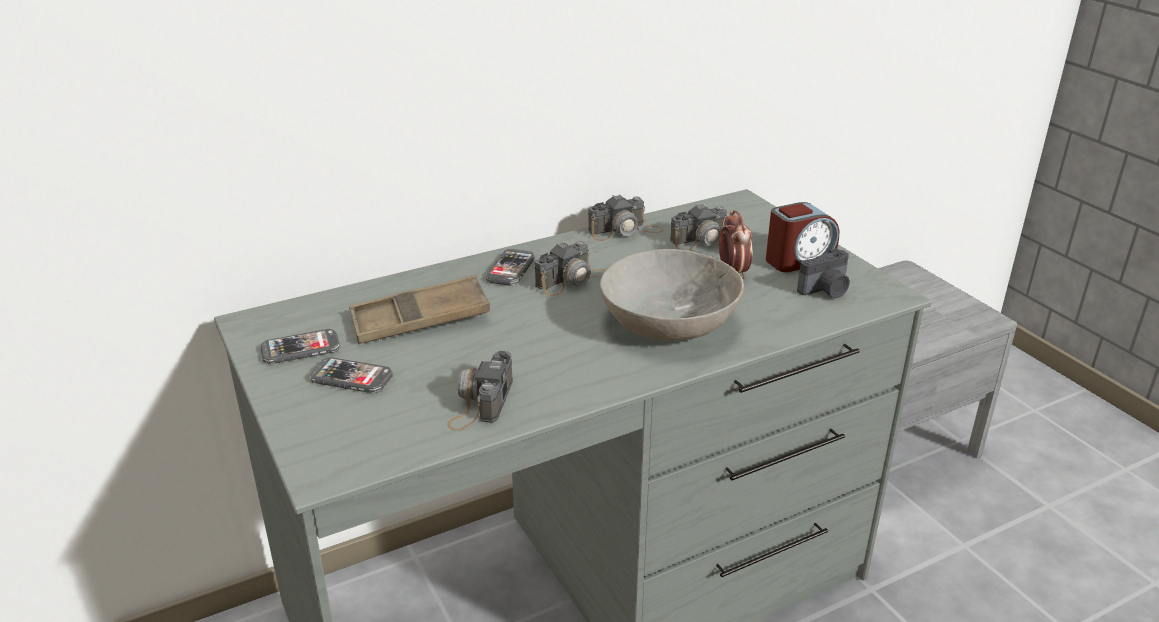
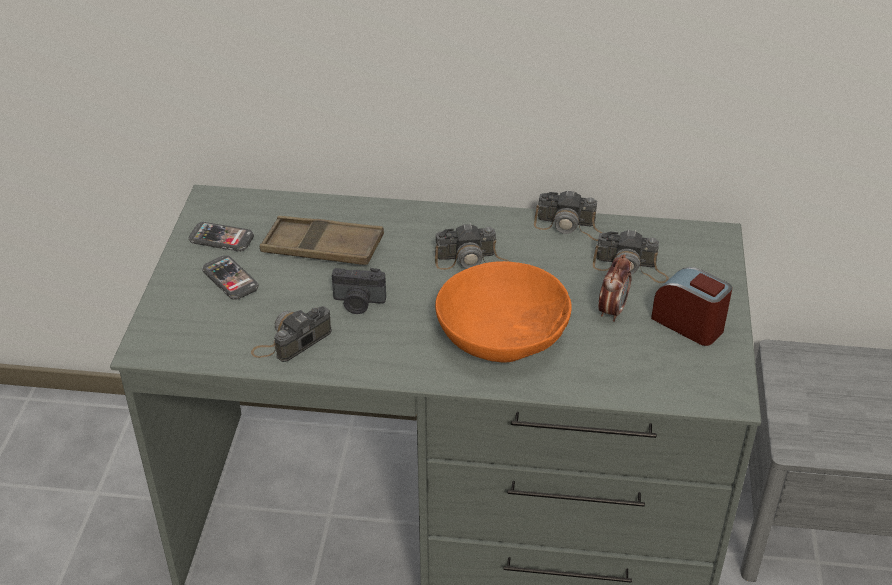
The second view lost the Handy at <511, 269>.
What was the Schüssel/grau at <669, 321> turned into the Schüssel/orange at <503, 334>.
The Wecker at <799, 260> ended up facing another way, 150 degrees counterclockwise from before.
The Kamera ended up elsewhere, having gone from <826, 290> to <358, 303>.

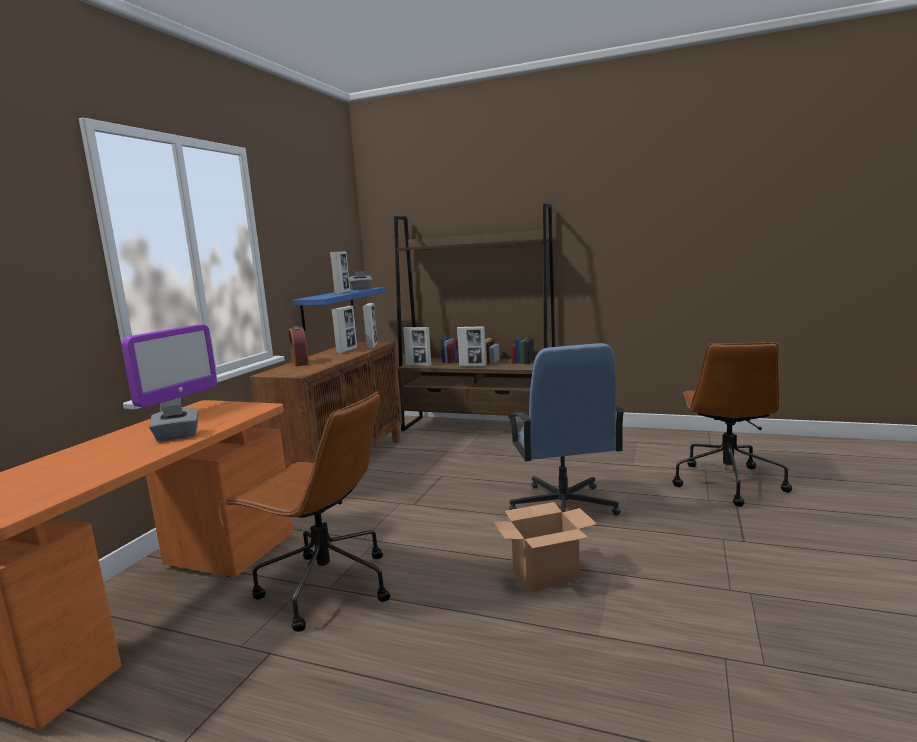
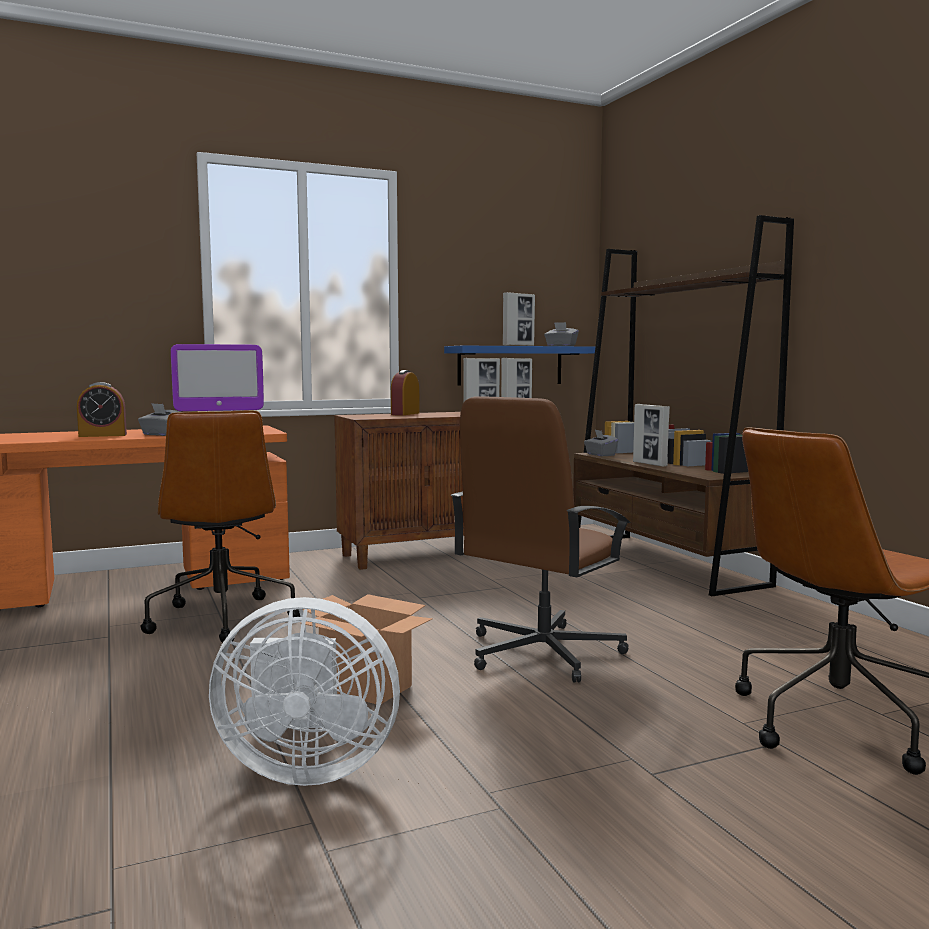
Where the Bilderrahmen stood at <418, 365>, the Taschentuchbox/grau came to stand at <600, 455>.
What was the Bürostuhl/blau at <563, 507> turned into the Bürostuhl/braun at <541, 653>.
The second view gained the Wecker at <103, 435>.
The second view gained the Ventilator/weiß at <305, 767>.

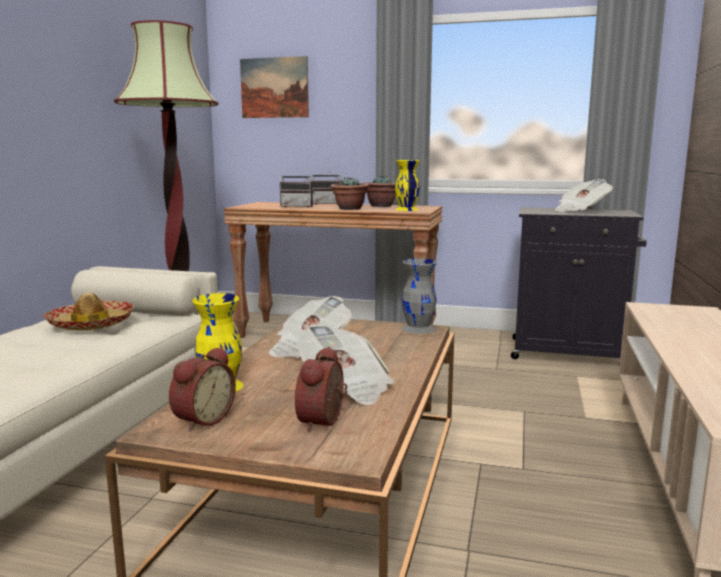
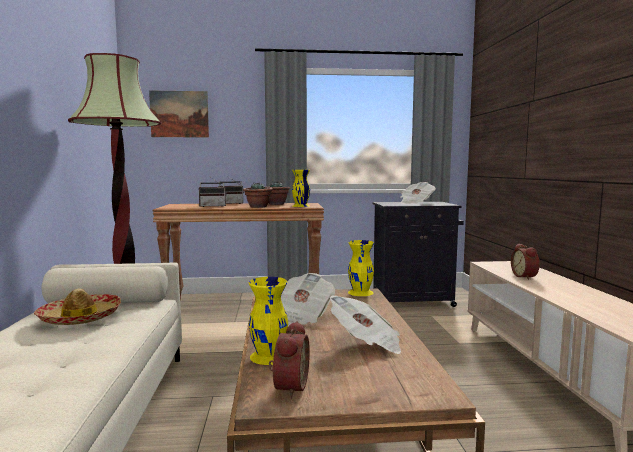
The Wecker ended up elsewhere, having gone from <324, 422> to <525, 276>.
What was the Vase/grau at <418, 328> turned into the Vase/gelb at <361, 292>.

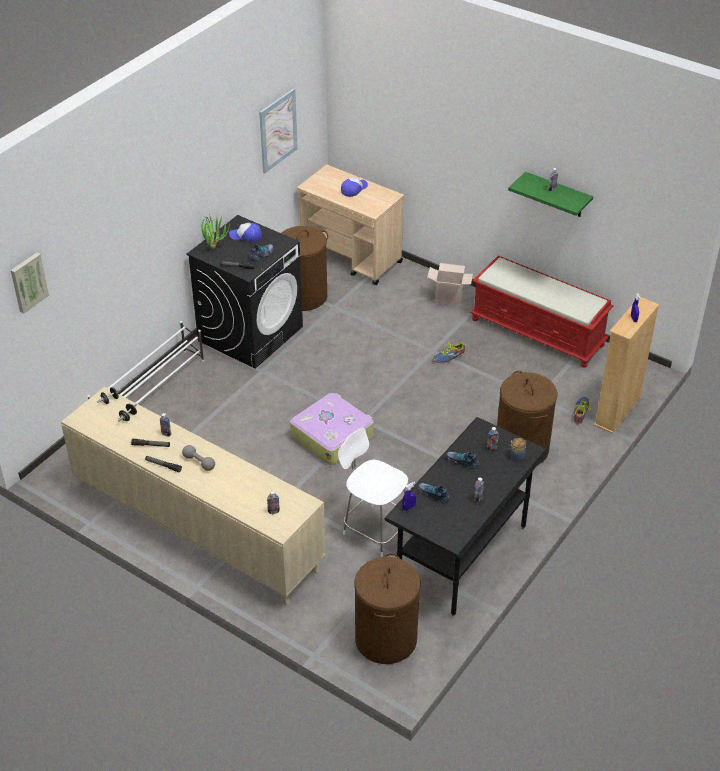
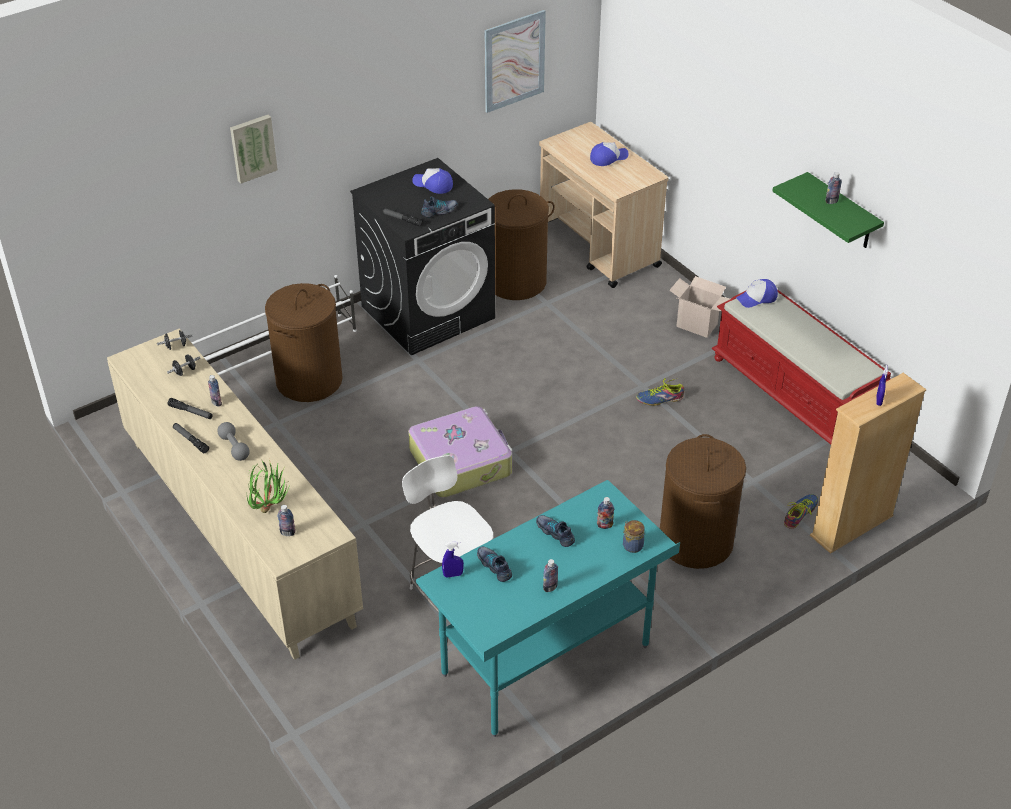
The Bild ended up elsewhere, having gone from <28, 282> to <252, 147>.
The Topfpflanze ended up elsewhere, having gone from <215, 245> to <271, 507>.
The Wäschekorb/braun ended up elsewhere, having gone from <386, 639> to <309, 381>.
What was the Schreibtisch/schwarz at <462, 556> turned into the Schreibtisch/türkis at <546, 661>.
The second view gained the Kappe at <757, 298>.

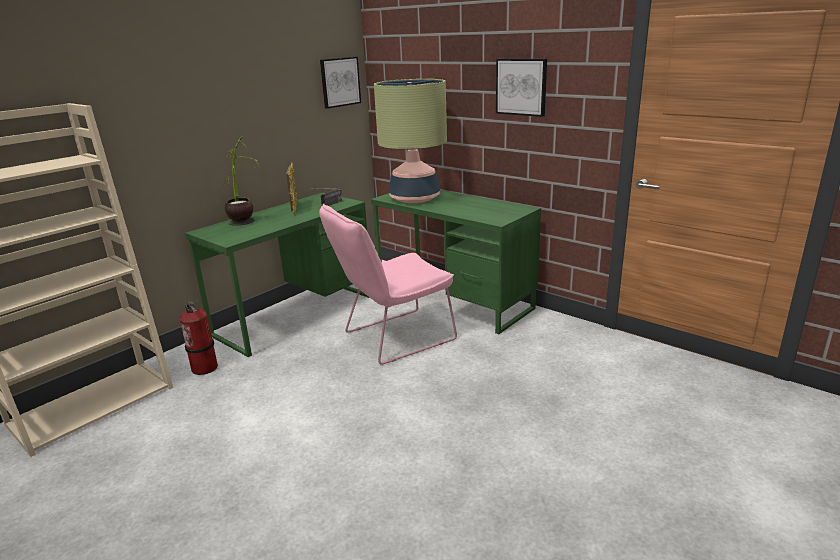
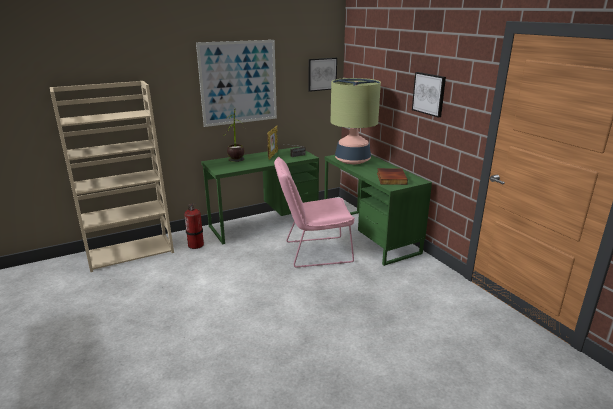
The second view gained the Bild at <239, 83>.
The second view gained the Buch at <390, 178>.

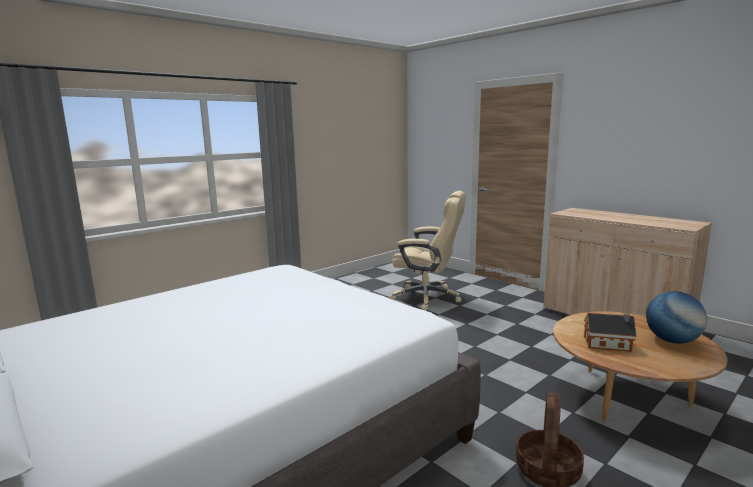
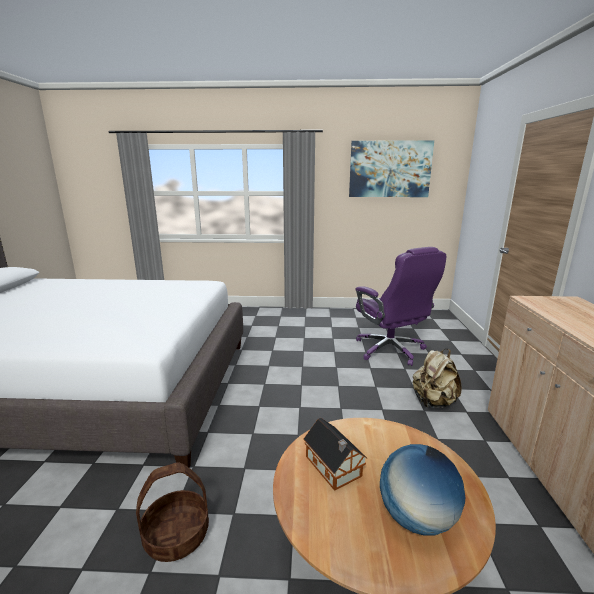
What was the Bürostuhl/beige at <427, 297> turned into the Bürostuhl/lila at <391, 350>.
The second view gained the Bild at <390, 169>.
The second view gained the Rucksack/beige at <433, 402>.

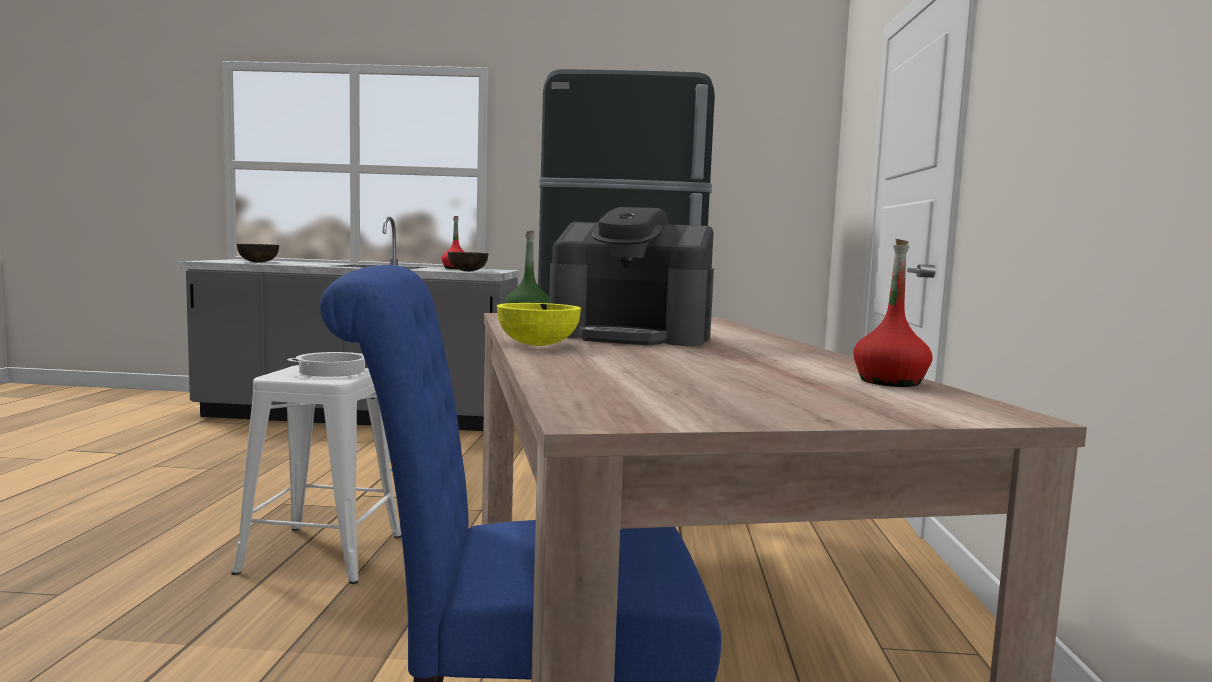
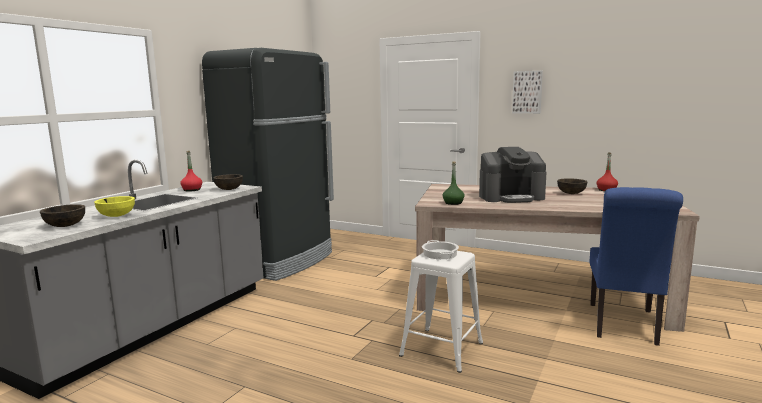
The Schüssel/gelb ended up elsewhere, having gone from <538, 344> to <117, 215>.
The Kaffeemaschine at <632, 336> ended up facing another way, 45 degrees clockwise from before.
The second view gained the Bild at <527, 92>.
The second view gained the Schüssel/braun at <571, 193>.

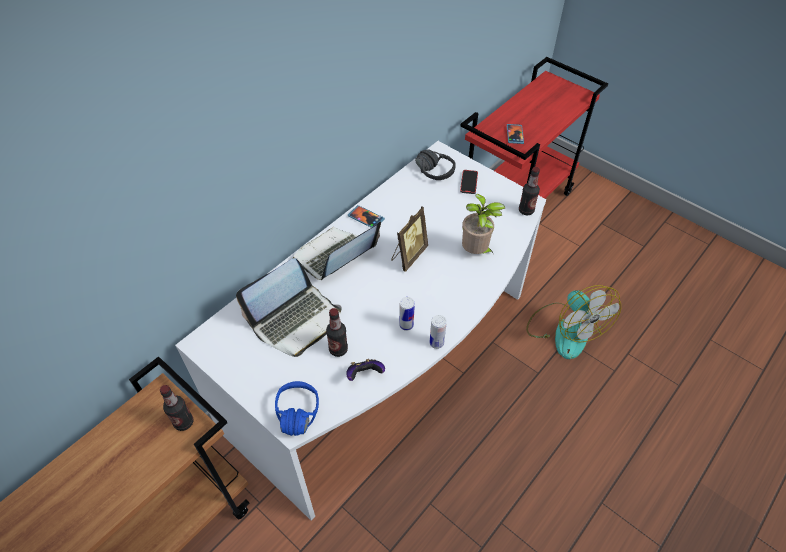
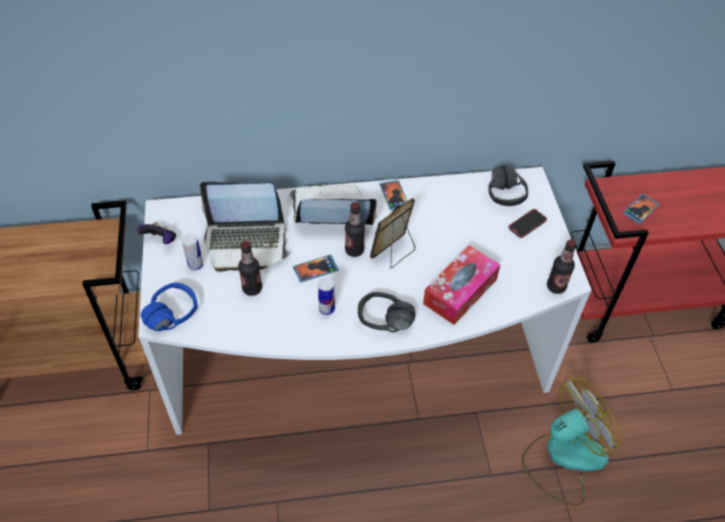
The Flasche ended up elsewhere, having gone from <184, 422> to <354, 250>.
The Gamepad ended up elsewhere, having gone from <364, 375> to <161, 241>.
The Bilderrahmen at <408, 256> ended up facing another way, 150 degrees clockwise from before.
The Dose ended up elsewhere, having gone from <436, 343> to <195, 265>.
Where the Topfpflanze stood at <476, 252>, the Taschentuchbox came to stand at <460, 291>.
The Ventilator at <565, 330> ended up facing another way, 135 degrees counterclockwise from before.
The second view gained the Handy at <315, 269>.
The second view gained the Kopfhörer/schwarz at <383, 326>.

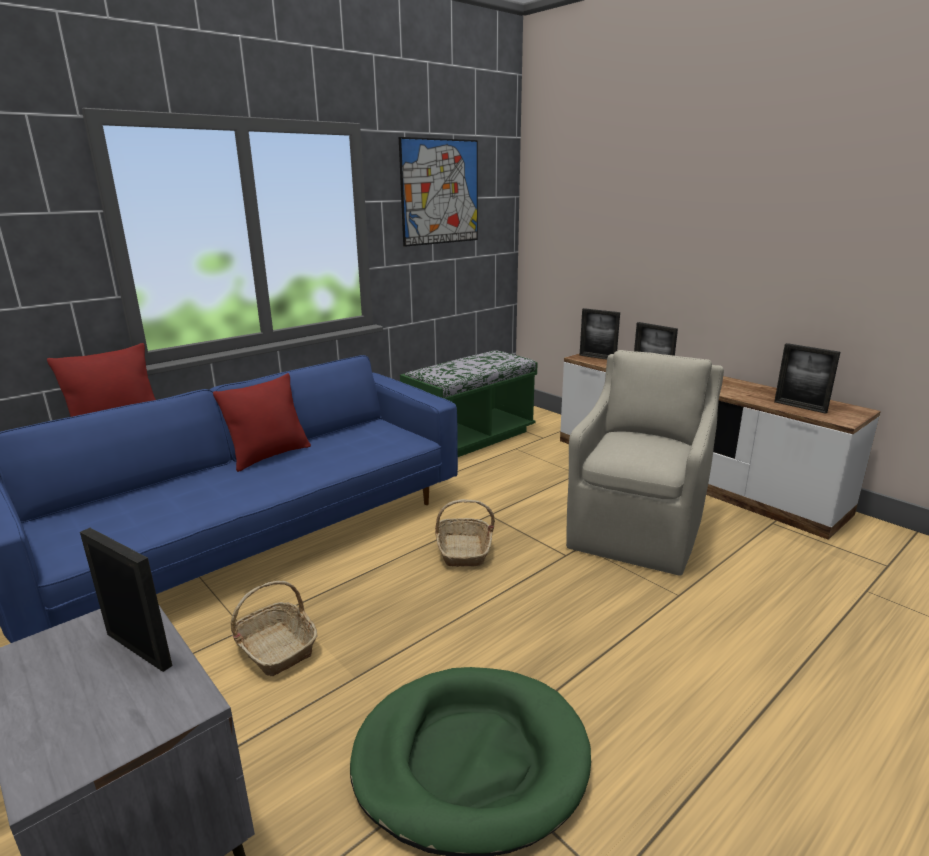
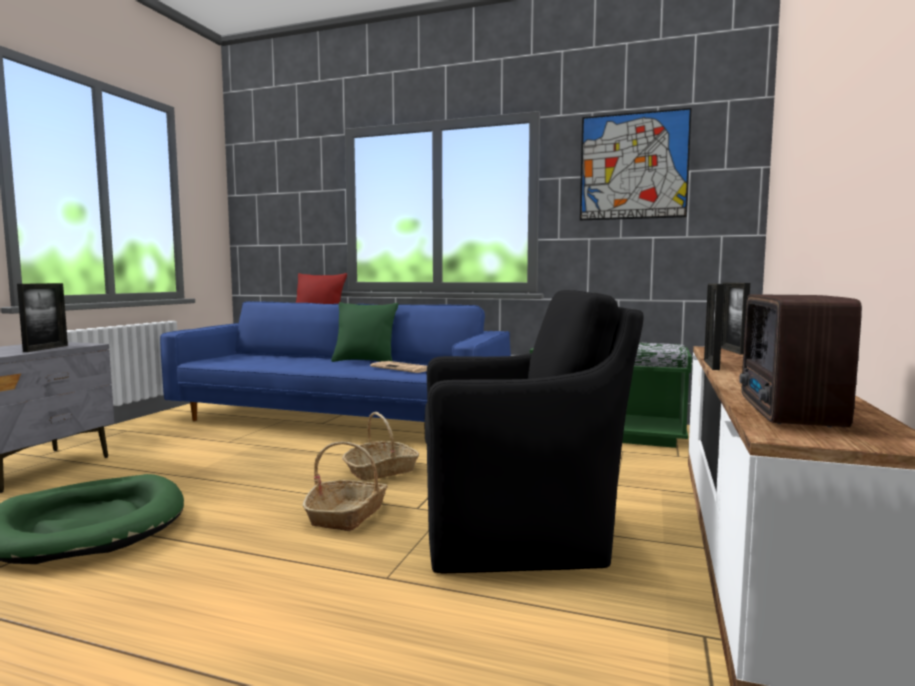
What was the Kissen/rot at <269, 455> turned into the Kissen/grün at <364, 361>.
The Korb ended up elsewhere, having gone from <275, 648> to <347, 514>.
What was the Sessel/beige at <636, 531> turned into the Sessel/schwarz at <518, 534>.
Where the Bilderrahmen stood at <800, 407>, the Radio came to stand at <787, 414>.
The second view gained the Zeitung at <403, 368>.

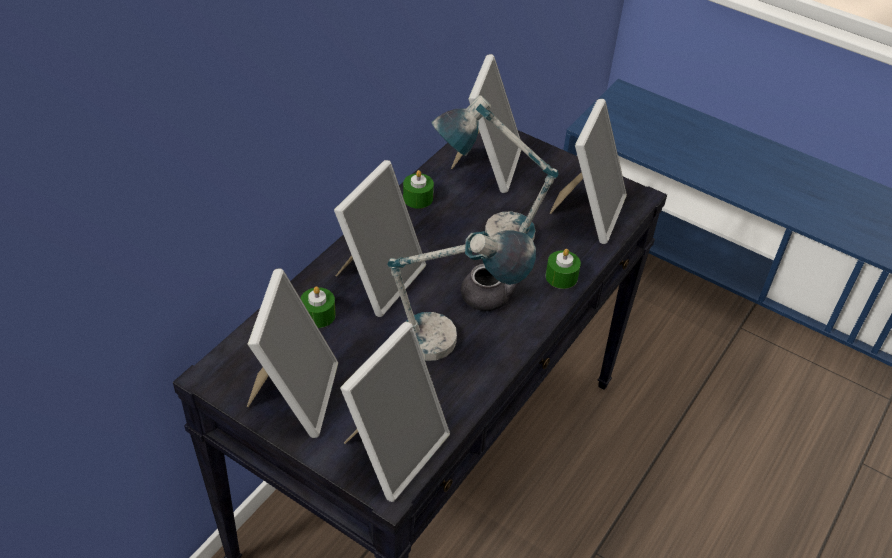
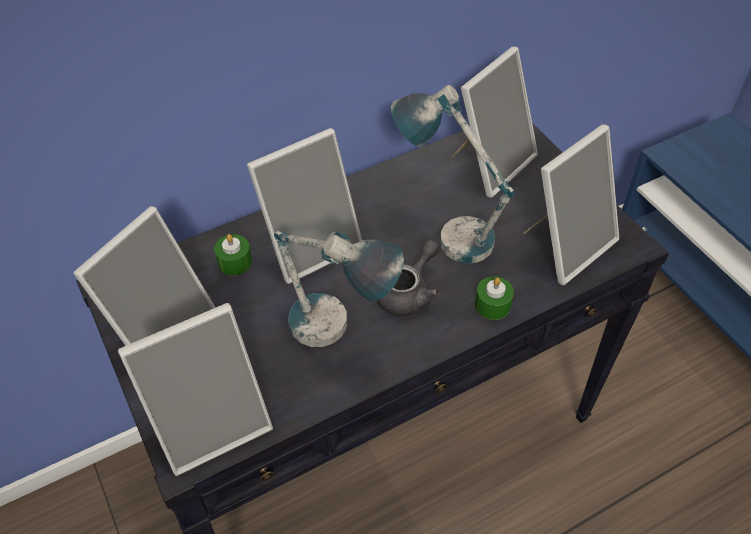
The second view lost the Kerze/grün at <418, 198>.

